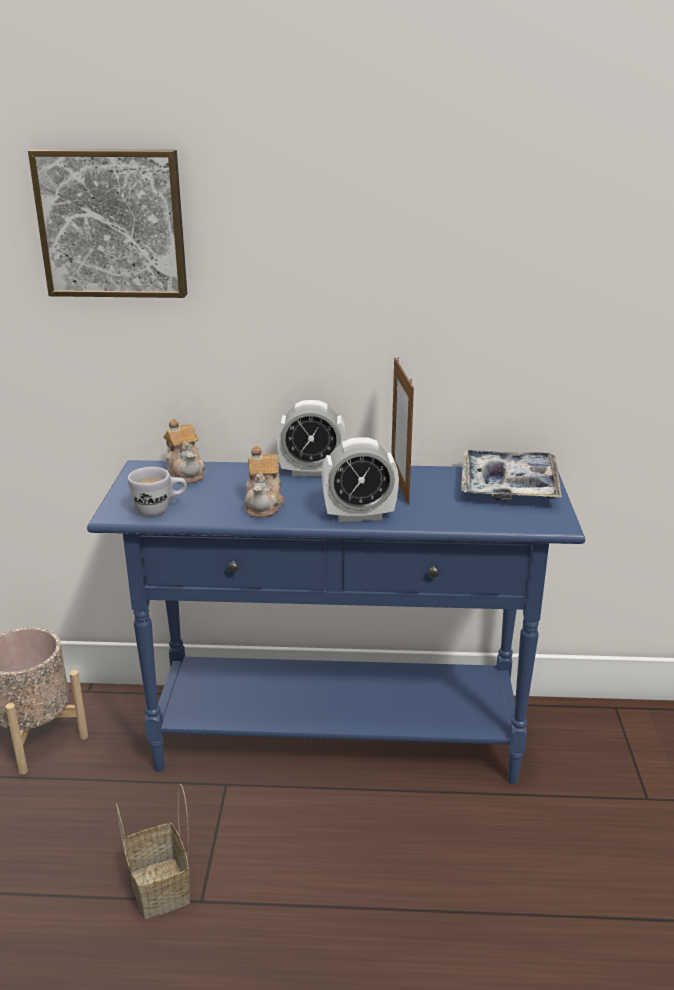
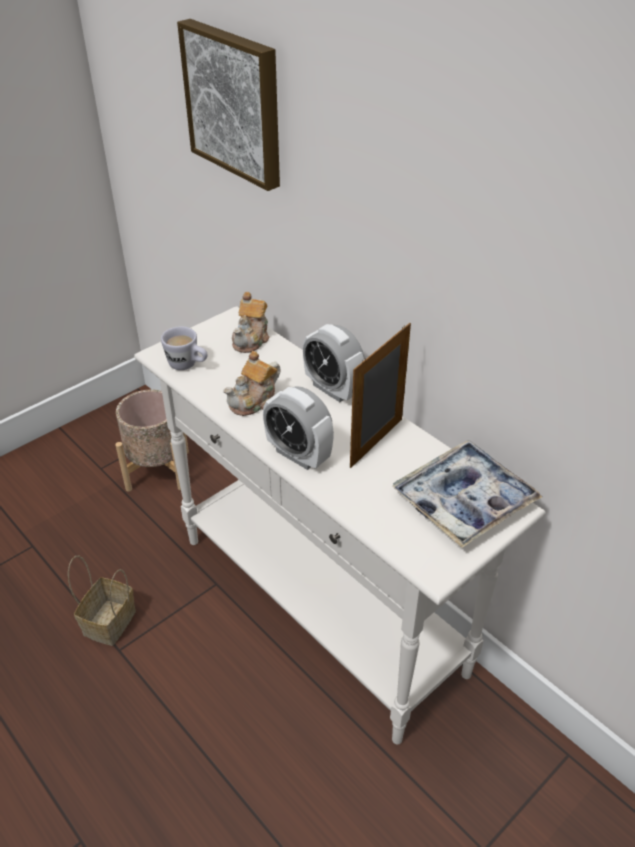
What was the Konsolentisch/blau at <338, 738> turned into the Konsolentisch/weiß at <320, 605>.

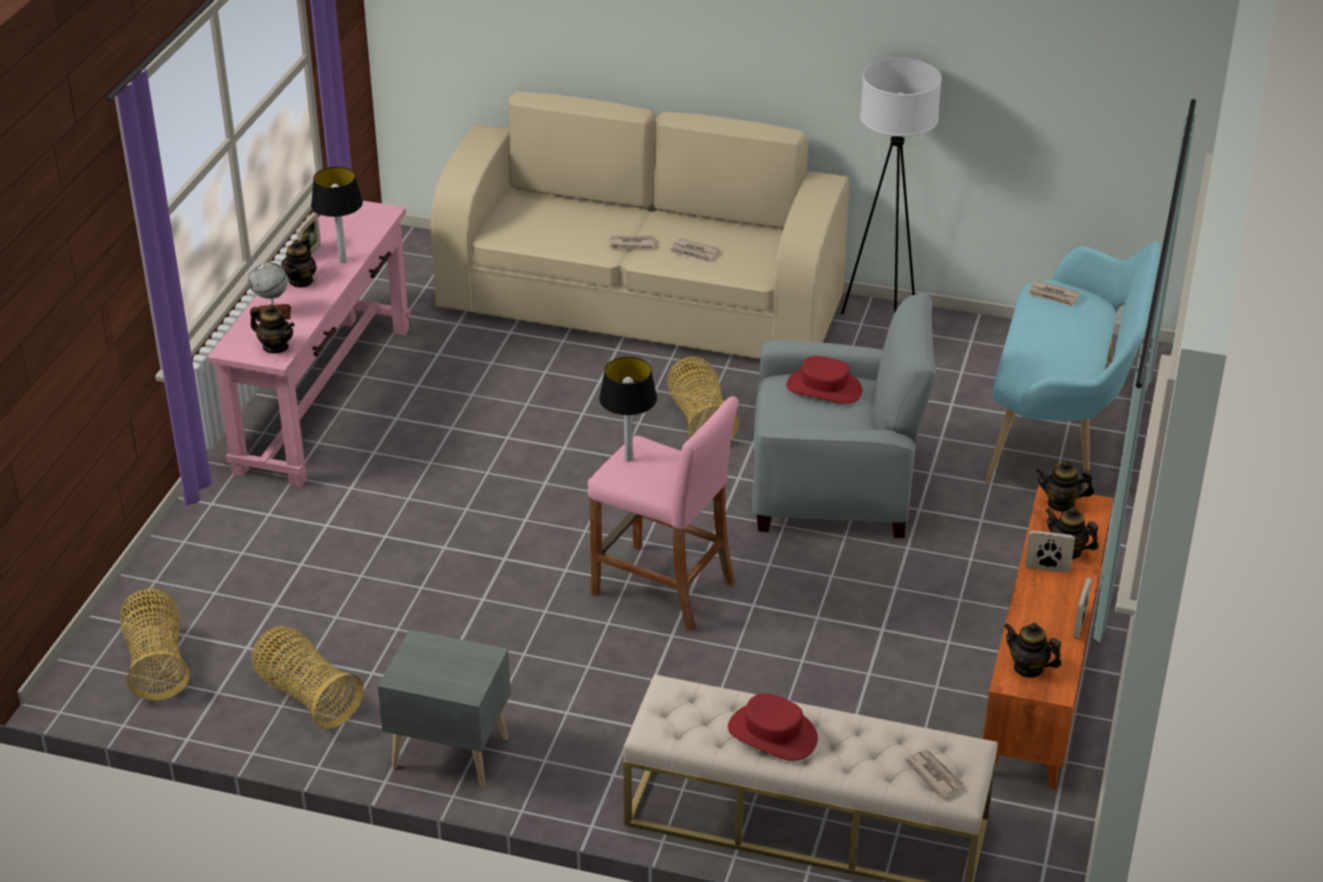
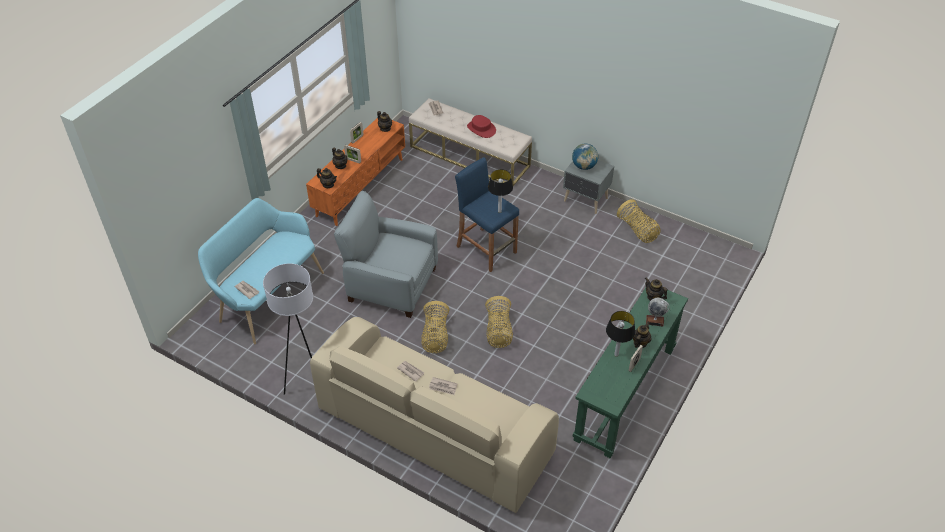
The Korb ended up elsewhere, having gone from <157, 662> to <498, 331>.
What was the Konsolentisch/rosa at <325, 398> turned into the Konsolentisch/grün at <625, 393>.
What was the Hocker/rosa at <662, 588> turned into the Hocker/blau at <486, 249>.
The second view lost the Hut/rot at <824, 388>.
The second view gained the Globus at <584, 166>.

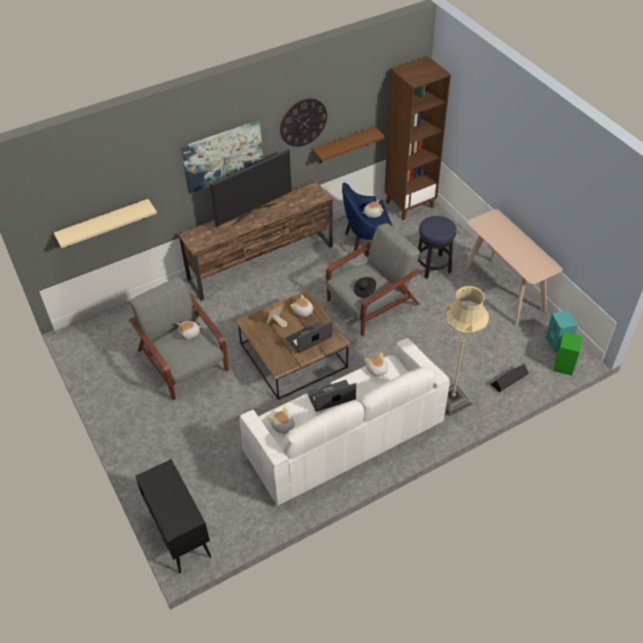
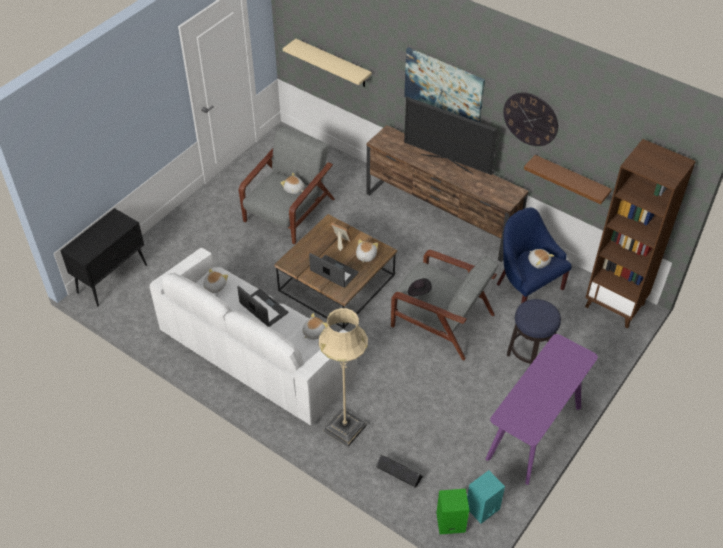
What was the Konsolentisch/beige at <504, 290> turned into the Konsolentisch/lila at <534, 433>.

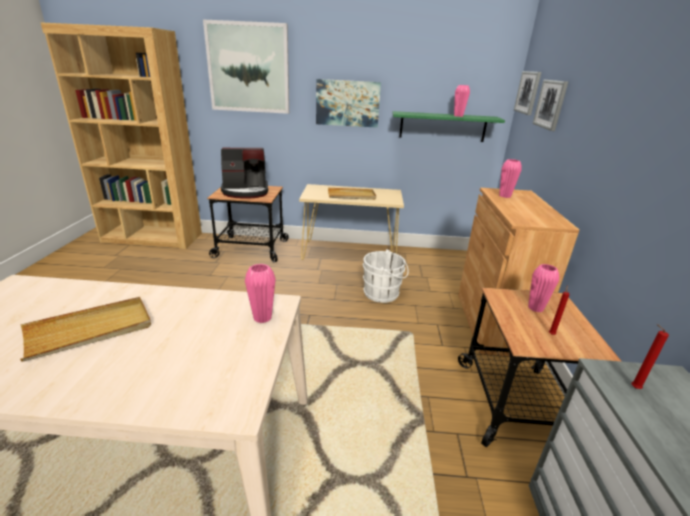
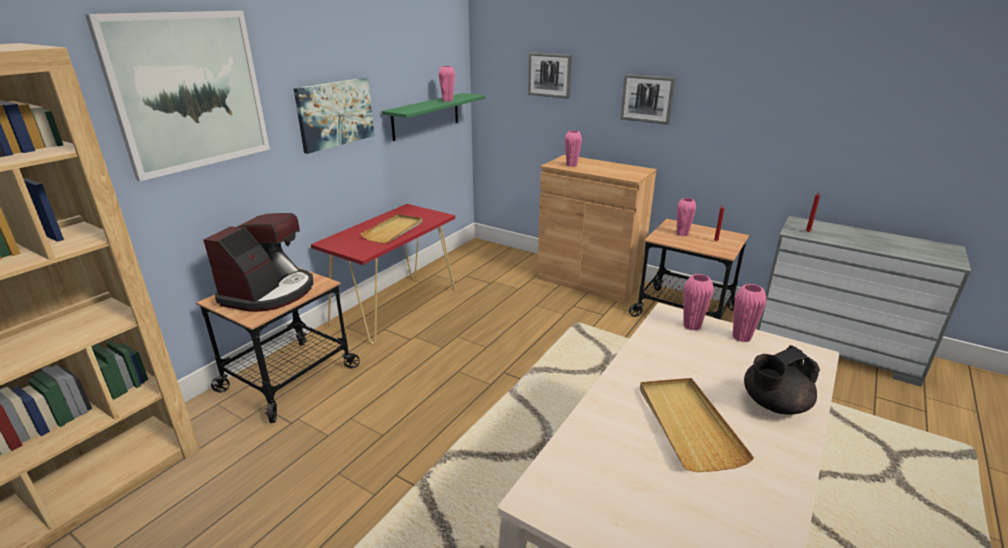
What was the Konsolentisch/beige at <349, 253> turned into the Konsolentisch/rot at <395, 306>.
The second view lost the Eimer/weiß at <383, 293>.
The Bild ended up elsewhere, having gone from <528, 92> to <647, 98>.
The second view gained the Vase/rosa at <741, 337>.
The second view gained the Teekanne/schwarz at <773, 404>.

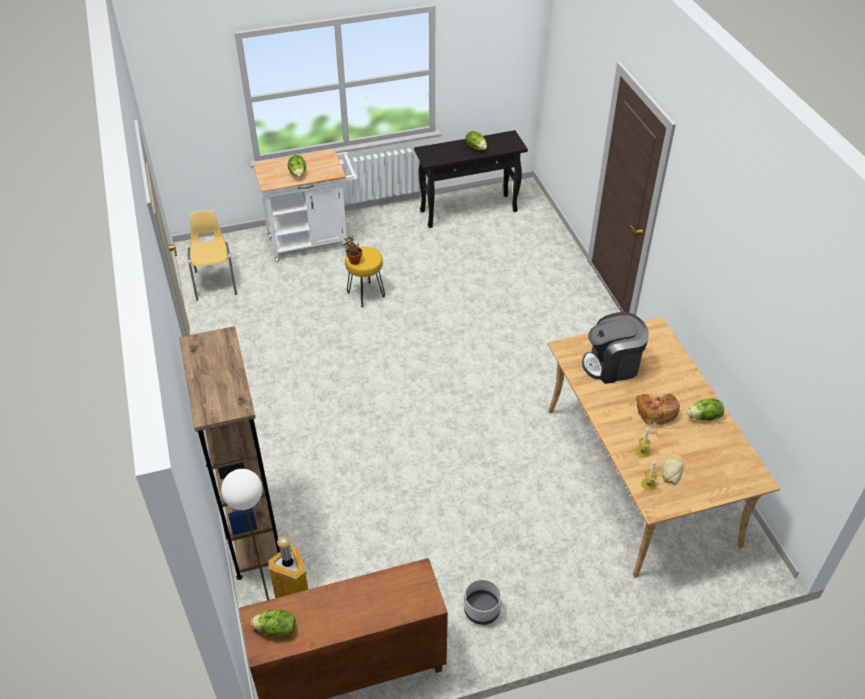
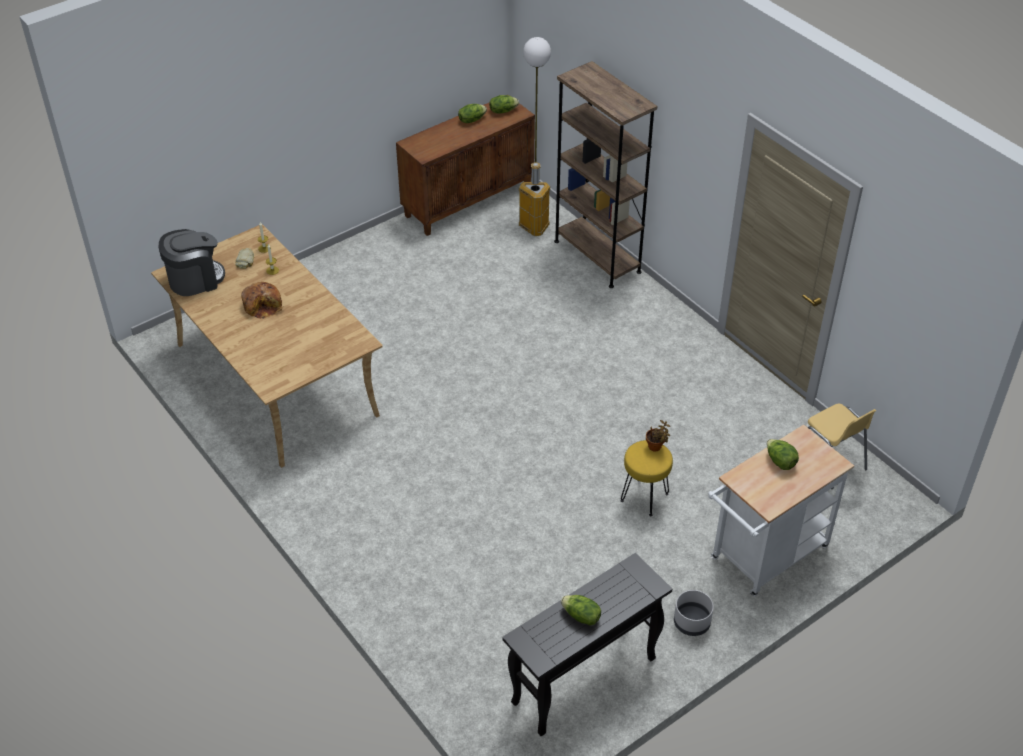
The Pflanzkübel/grau ended up elsewhere, having gone from <481, 609> to <692, 623>.
The Kaffeemaschine ended up elsewhere, having gone from <612, 365> to <195, 279>.
The Salatkopf ended up elsewhere, having gone from <704, 417> to <471, 120>.

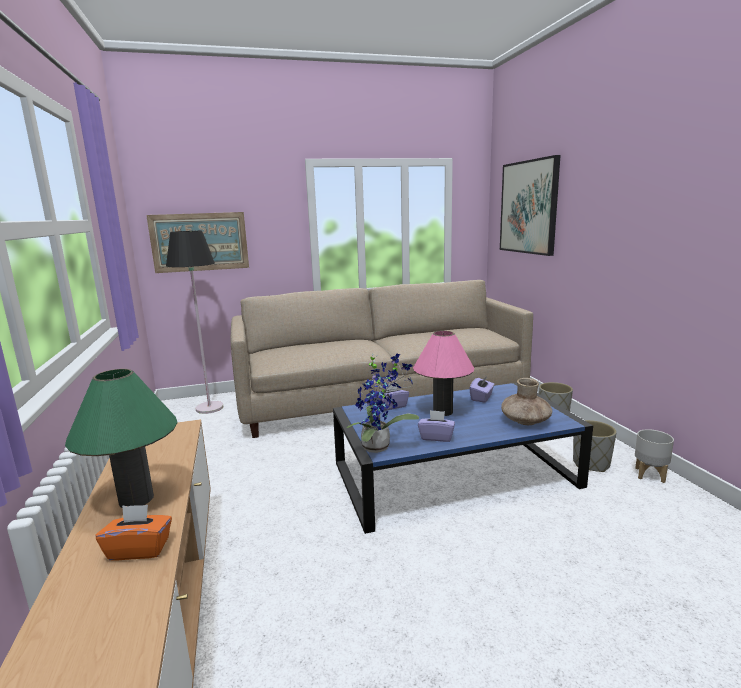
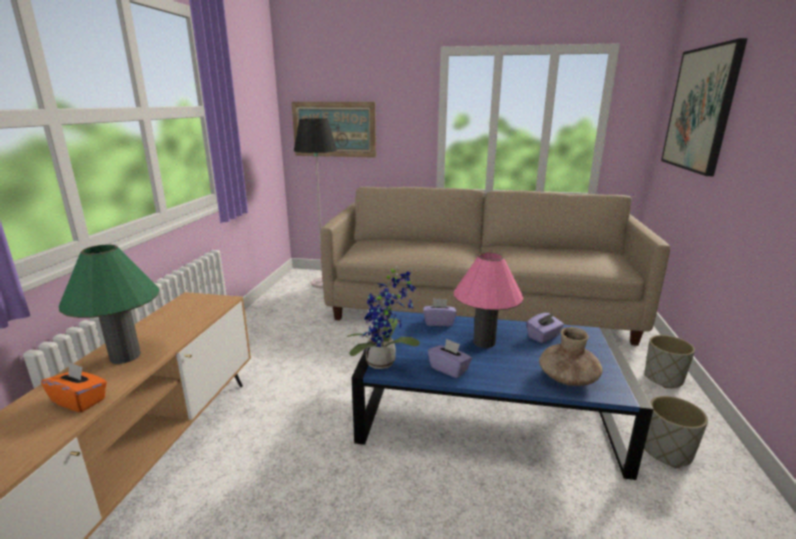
The second view lost the Pflanzkübel/grau at <650, 475>.

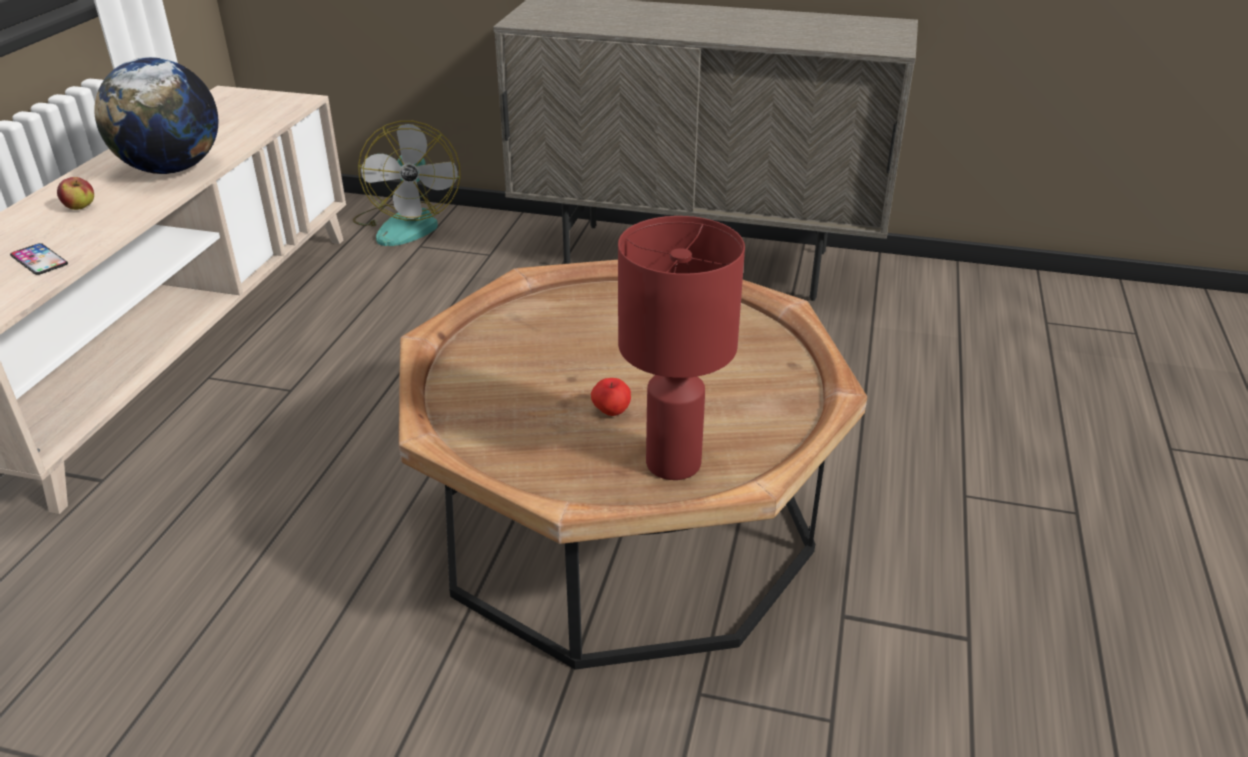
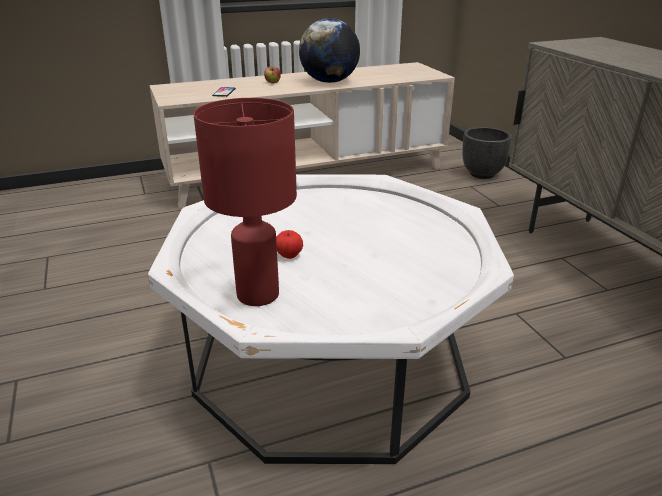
Where the Ventilator stood at <407, 223>, the Pflanzkübel/schwarz came to stand at <482, 174>.
What was the Couchtisch/braun at <624, 522> turned into the Couchtisch/weiß at <331, 359>.

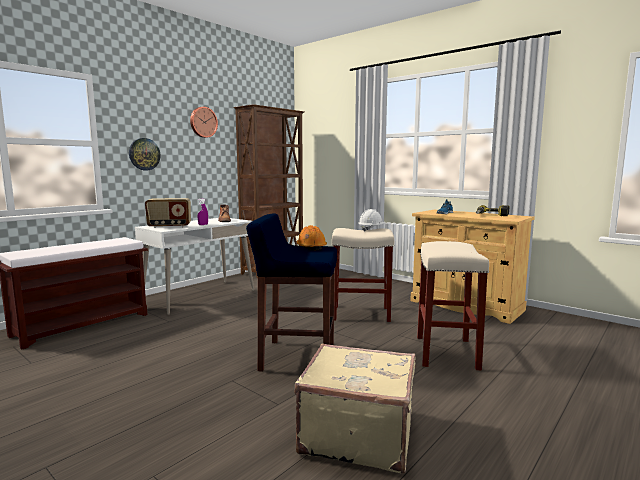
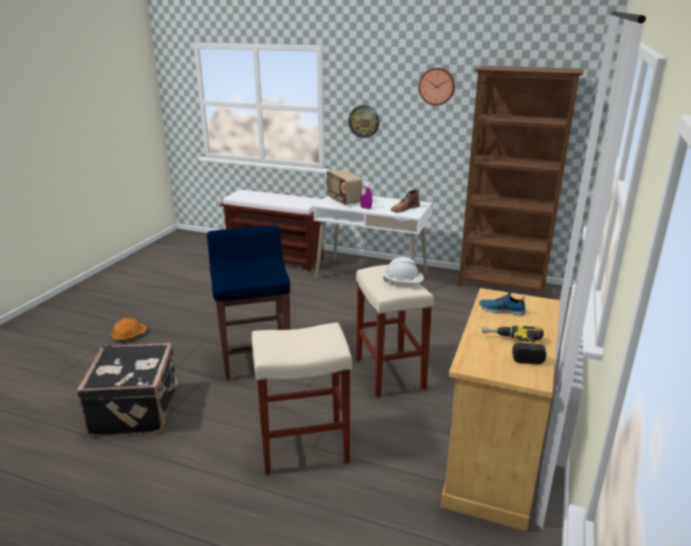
What was the Koffer/beige at <357, 434> turned into the Koffer/schwarz at <138, 410>.
The Schutzhelm/orange ended up elsewhere, having gone from <311, 247> to <129, 335>.

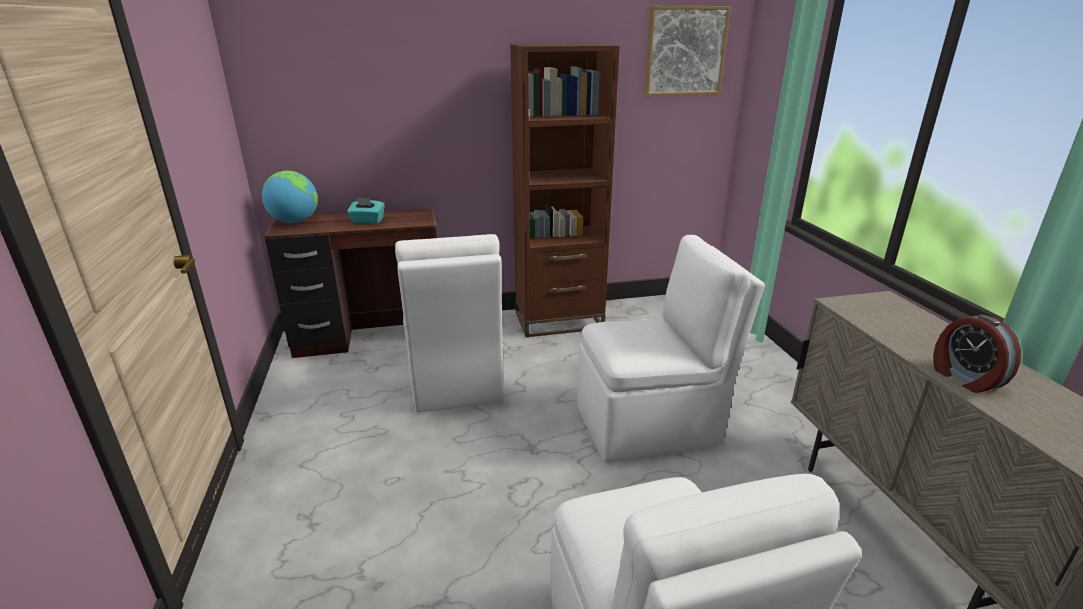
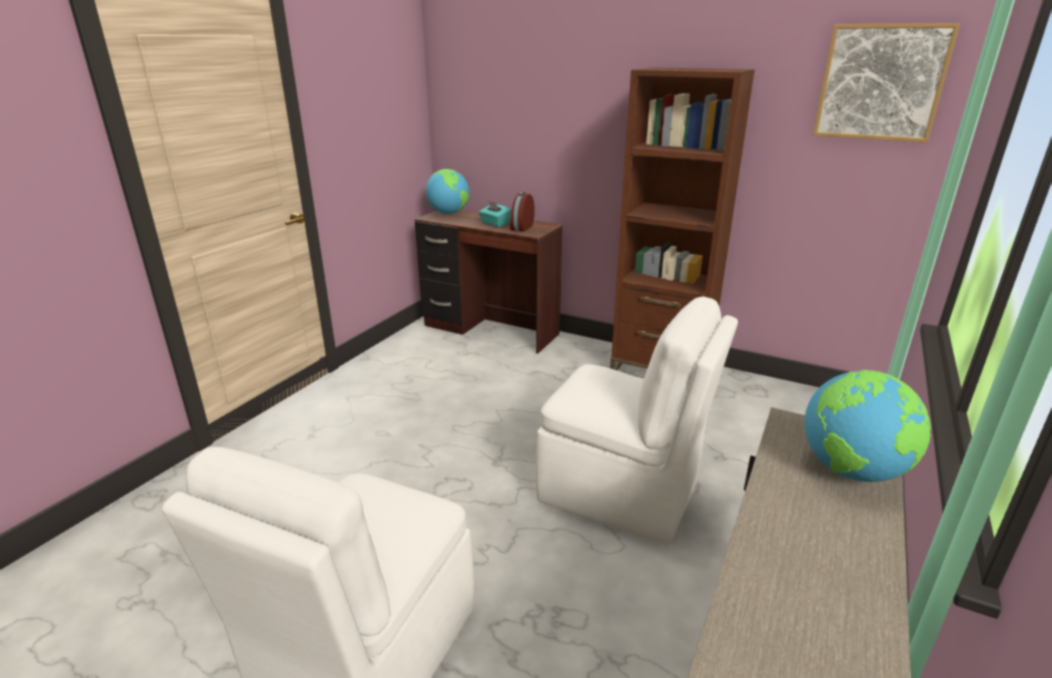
The second view lost the Stuhl/weiß at <455, 379>.
The Wecker ended up elsewhere, having gone from <964, 378> to <521, 227>.
The second view gained the Globus at <852, 471>.

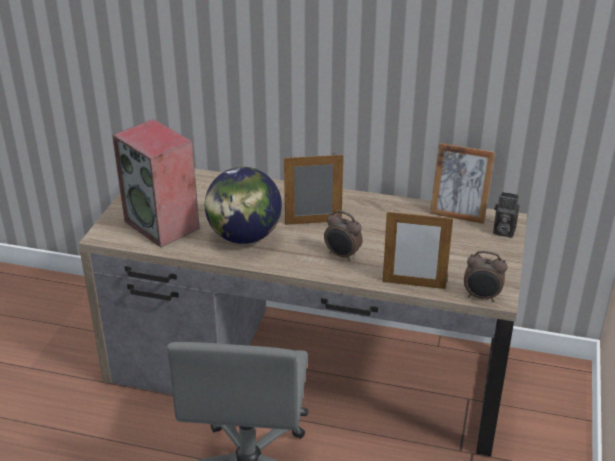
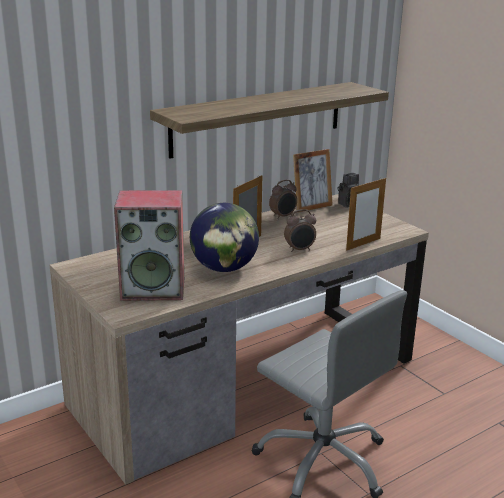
The Wecker ended up elsewhere, having gone from <481, 297> to <283, 216>.
The second view gained the Wandregal at <258, 118>.

